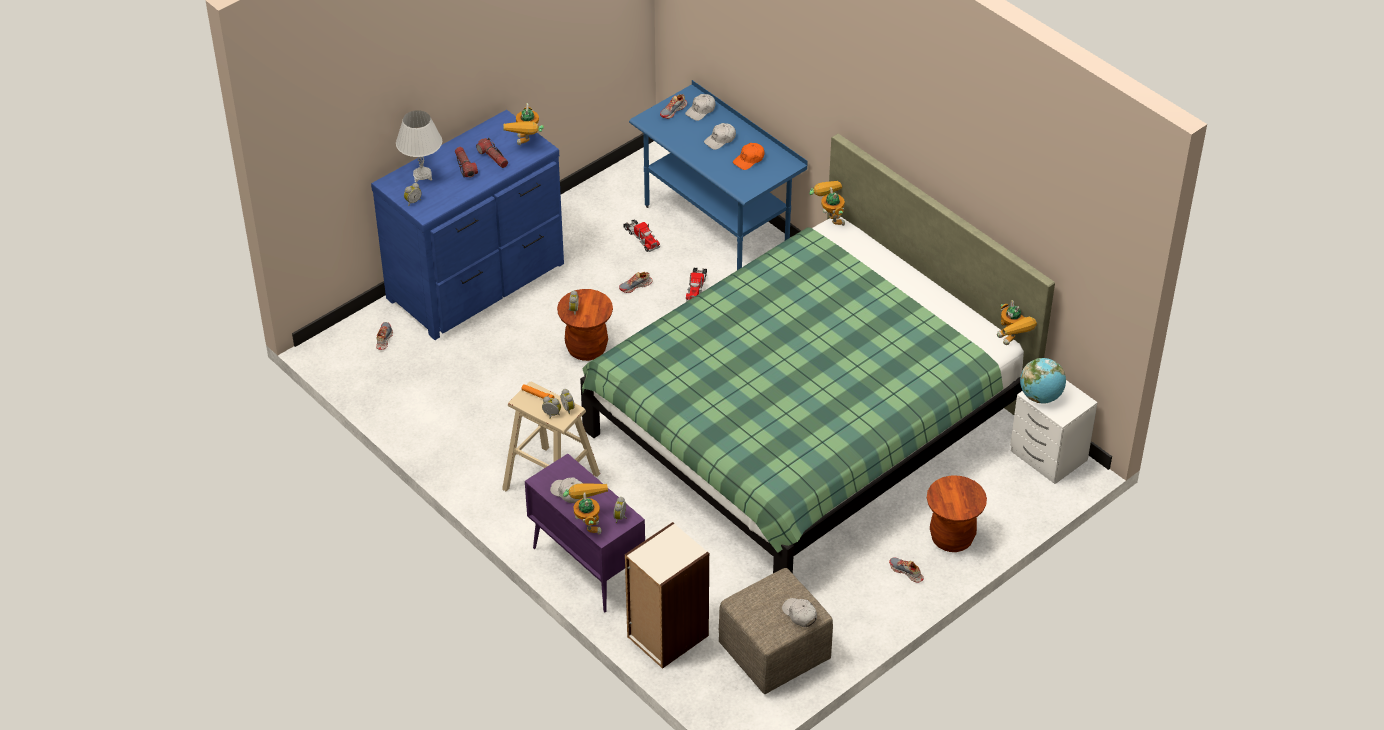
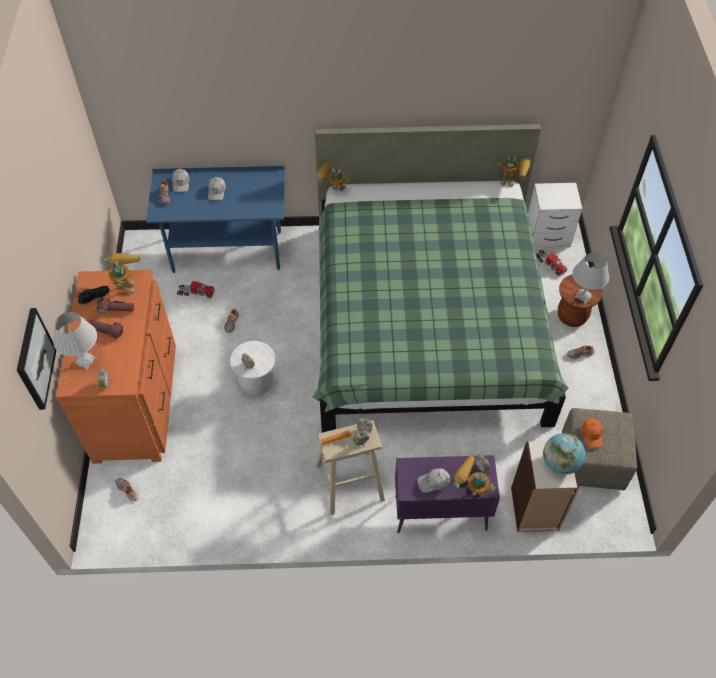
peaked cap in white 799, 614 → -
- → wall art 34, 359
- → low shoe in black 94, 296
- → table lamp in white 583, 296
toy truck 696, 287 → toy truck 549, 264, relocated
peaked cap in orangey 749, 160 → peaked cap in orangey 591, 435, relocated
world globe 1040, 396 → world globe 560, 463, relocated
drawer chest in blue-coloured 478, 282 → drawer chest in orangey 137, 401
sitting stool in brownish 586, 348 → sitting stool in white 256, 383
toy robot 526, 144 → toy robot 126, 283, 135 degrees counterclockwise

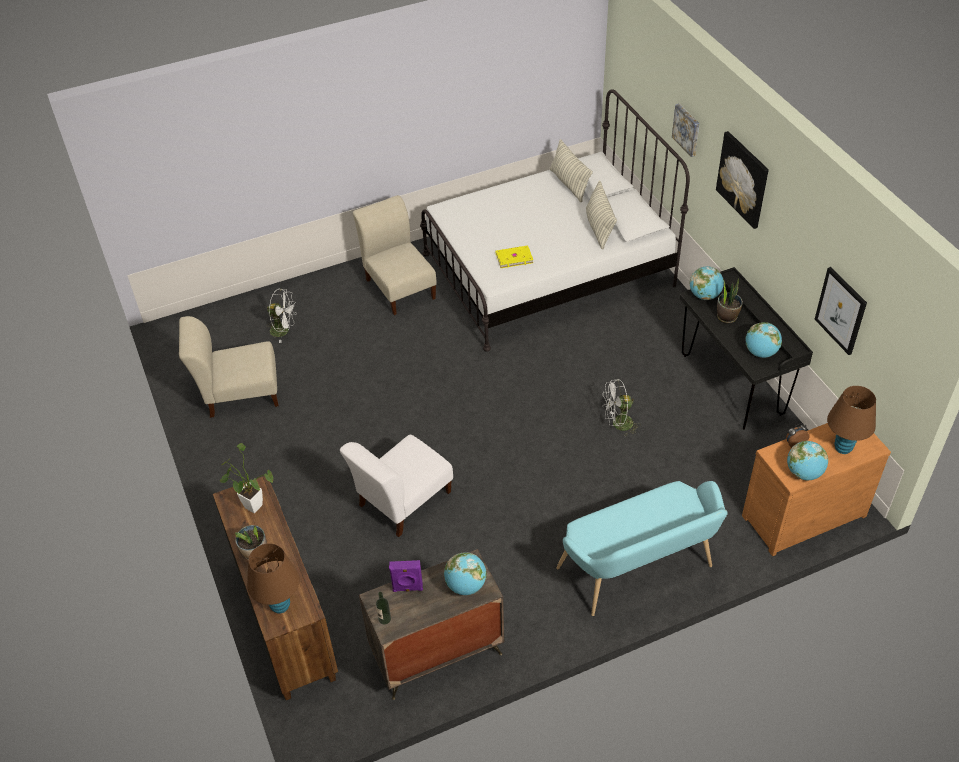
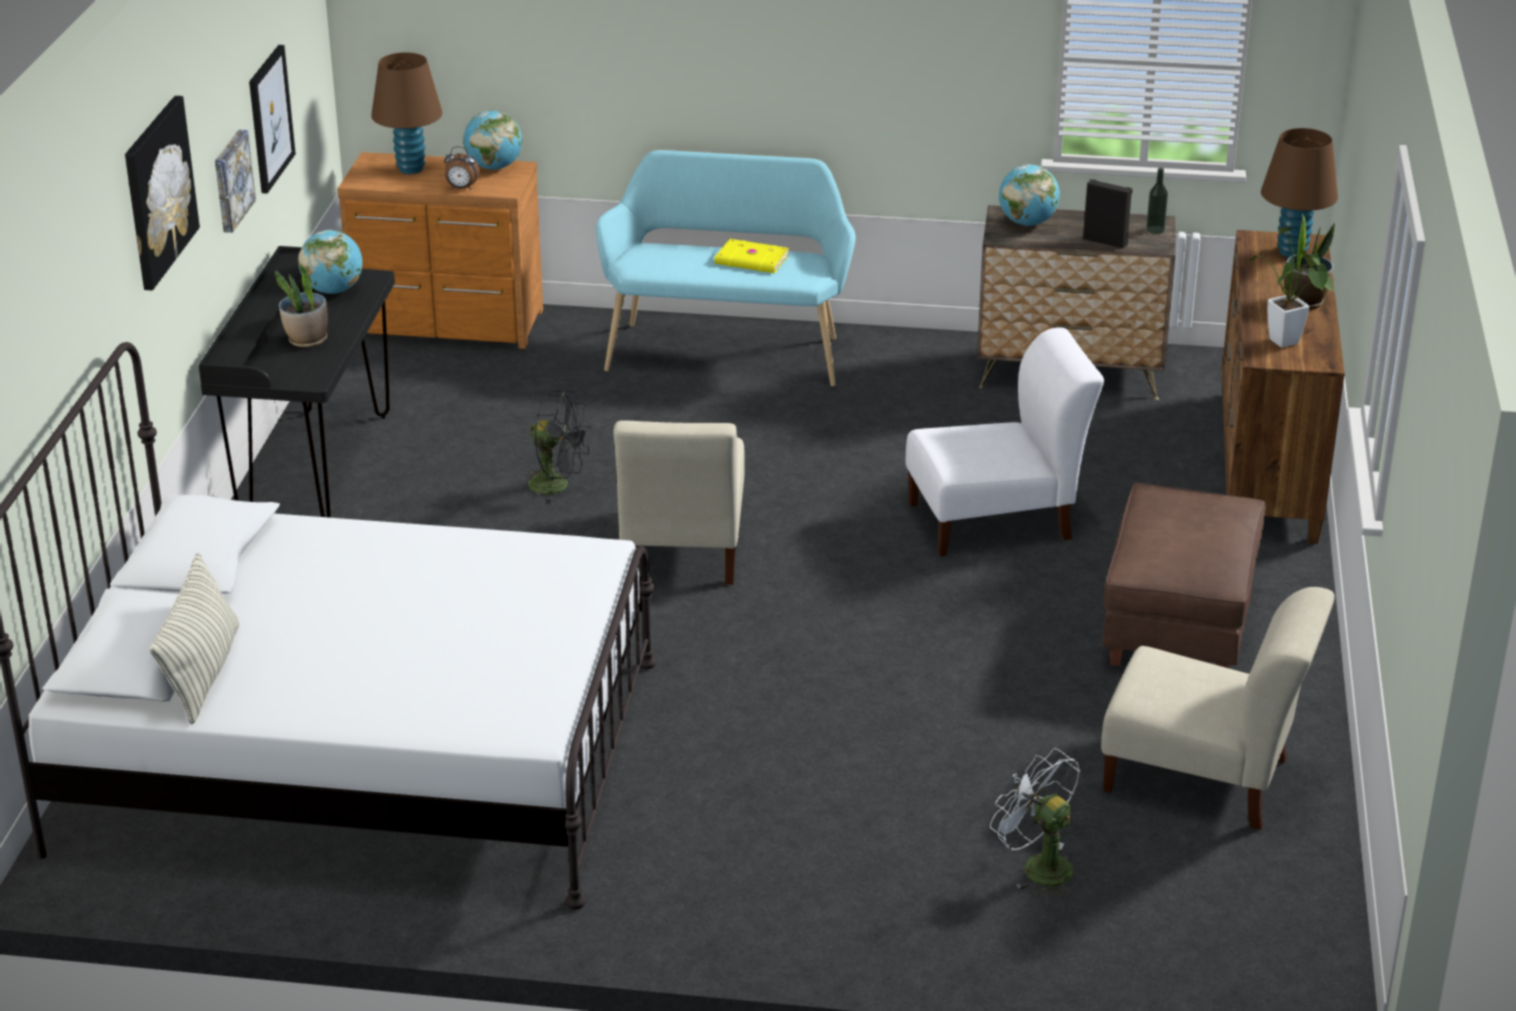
cushion 599, 228 → -
world globe 704, 295 → -
- → footrest in brownish 1178, 626
chair in sand-coloured 399, 287 → chair in sand-coloured 681, 550, relocated
volume in yellow 513, 258 → volume in yellow 751, 260, relocated
wall art 687, 129 → wall art 231, 180, relocated
loudspeaker in purple 407, 588 → loudspeaker in black 1105, 241
cooling fan in white 618, 425 → cooling fan in black 557, 486

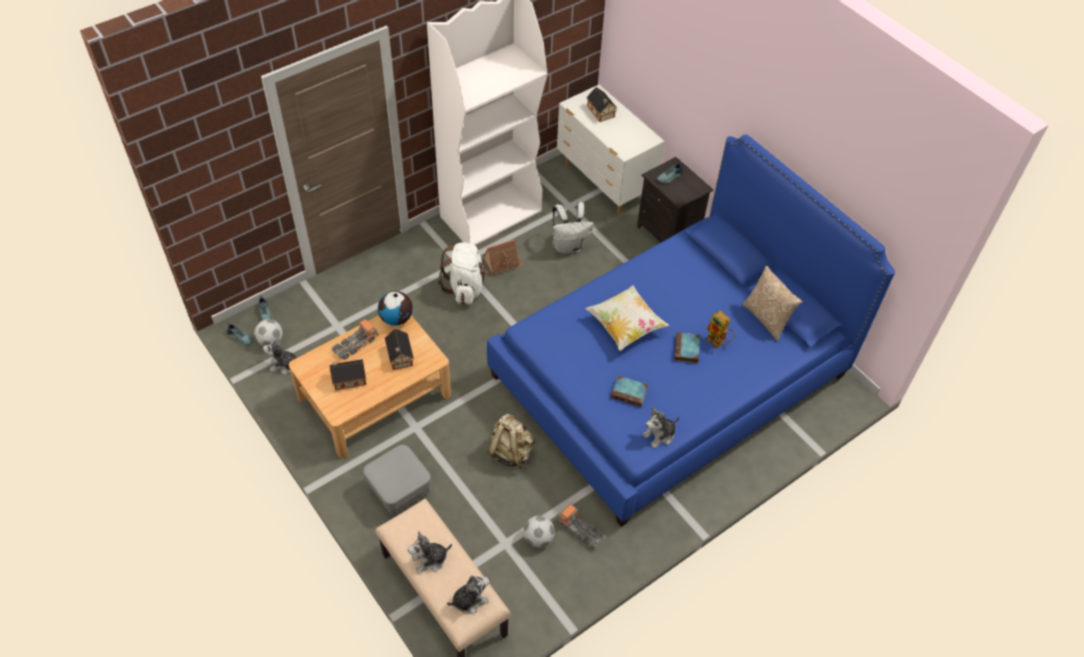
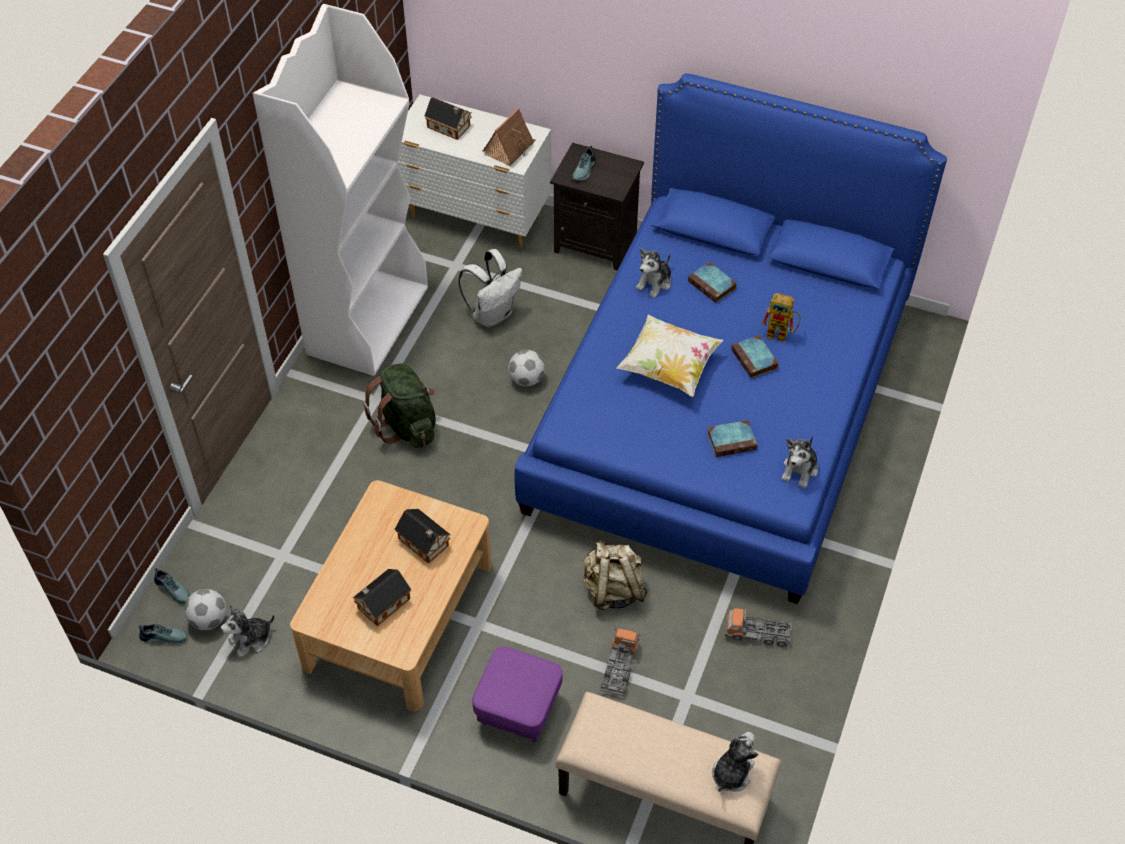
world globe 397, 319 → -
cushion 767, 319 → -
- → volume 713, 285
toy truck 355, 344 → toy truck 620, 667, relocated
cuddly toy 430, 559 → cuddly toy 654, 283, relocated
miniature house 503, 262 → miniature house 510, 148, relocated
ball for football 538, 538 → ball for football 526, 379, relocated
footrest in greyish 399, 490 → footrest in purple 518, 708
rucksack in white 465, 287 → rucksack in green-coloured 407, 425

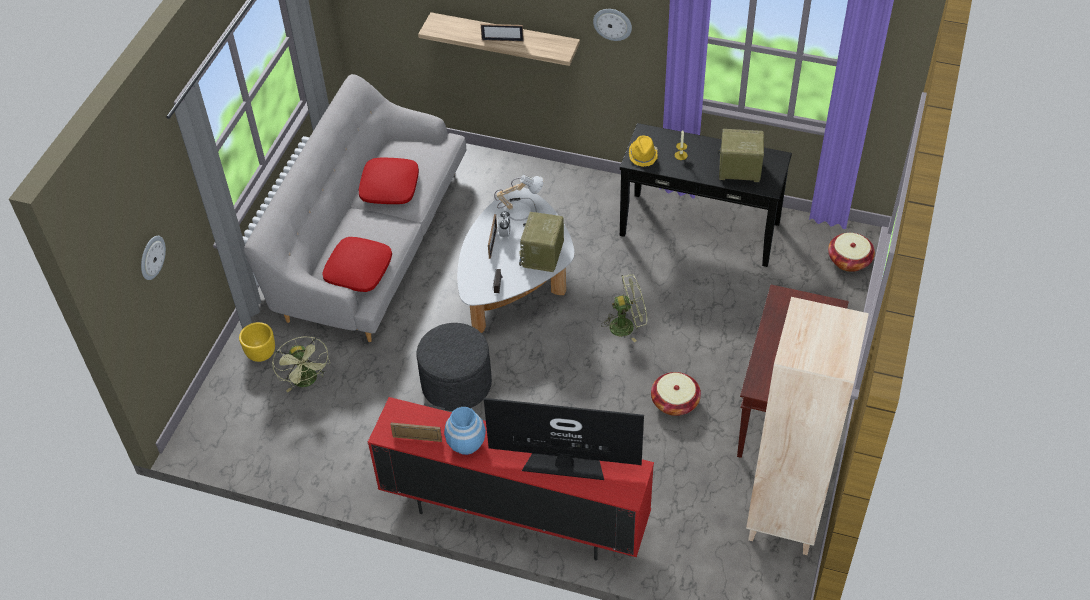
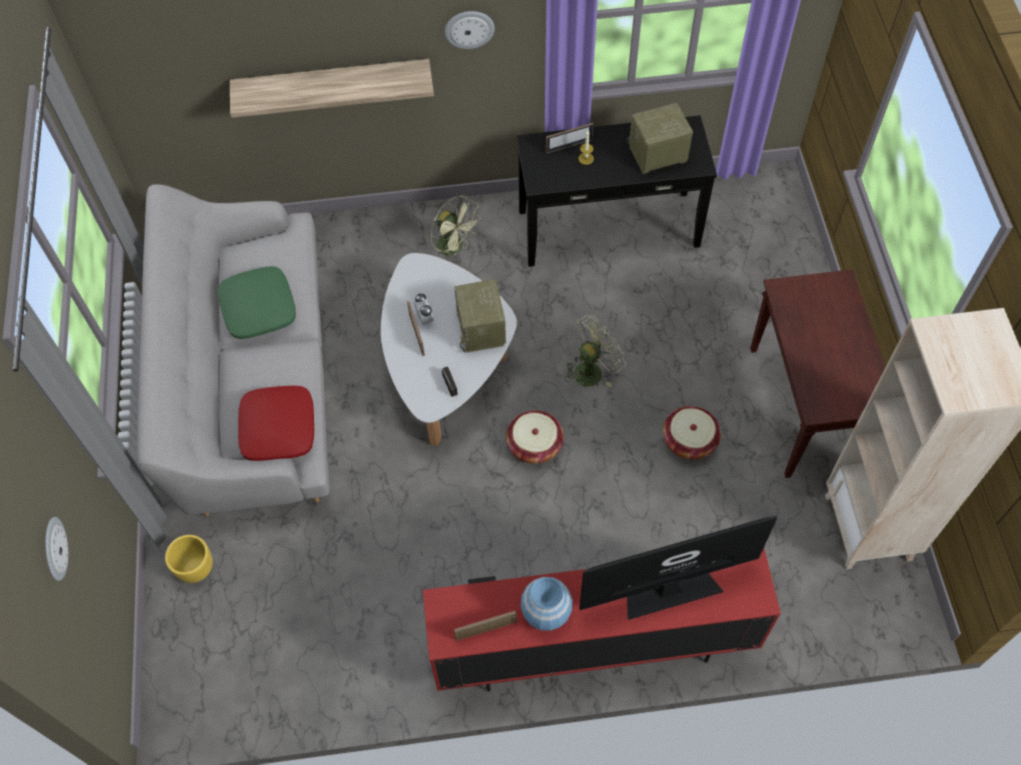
footrest in greyish 456, 384 → -
table lamp 520, 210 → -
wearable hat in yellow 643, 155 → -
cooling fan in green-coloured 307, 381 → cooling fan in green-coloured 455, 247, relocated
standing frame 502, 40 → standing frame 569, 146, relocated
basket 849, 260 → basket 534, 444, relocated
cushion in red 389, 187 → cushion in green-coloured 258, 308

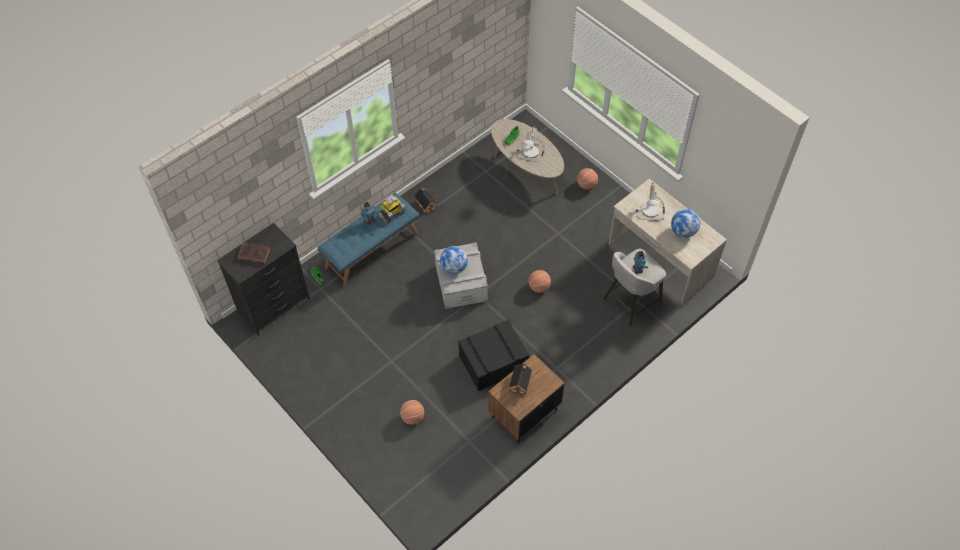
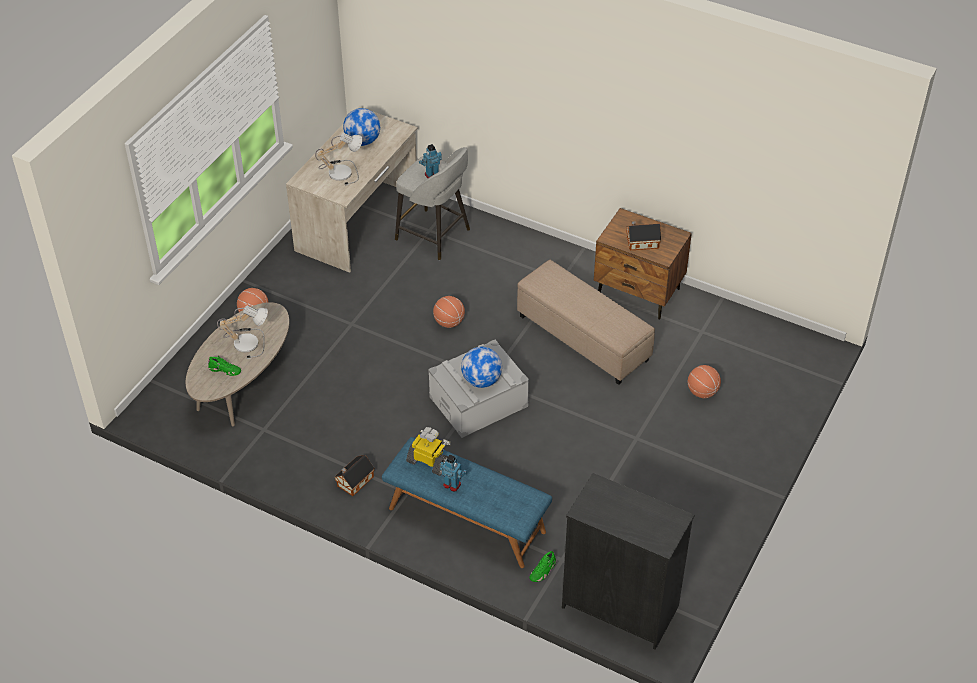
volume in brownish 253, 254 → -
storage box in black 493, 362 → footrest in sand-coloured 584, 337

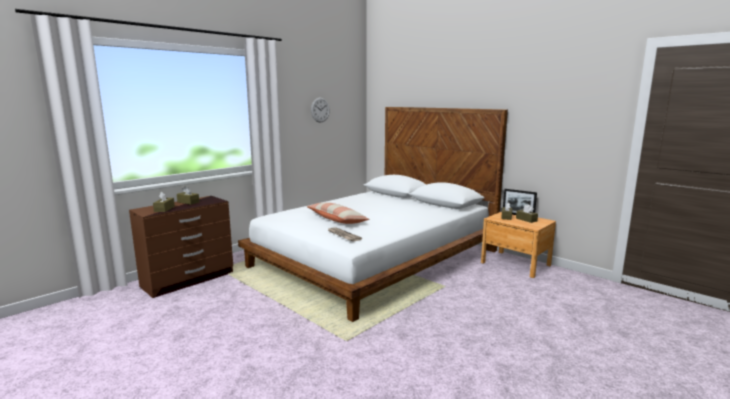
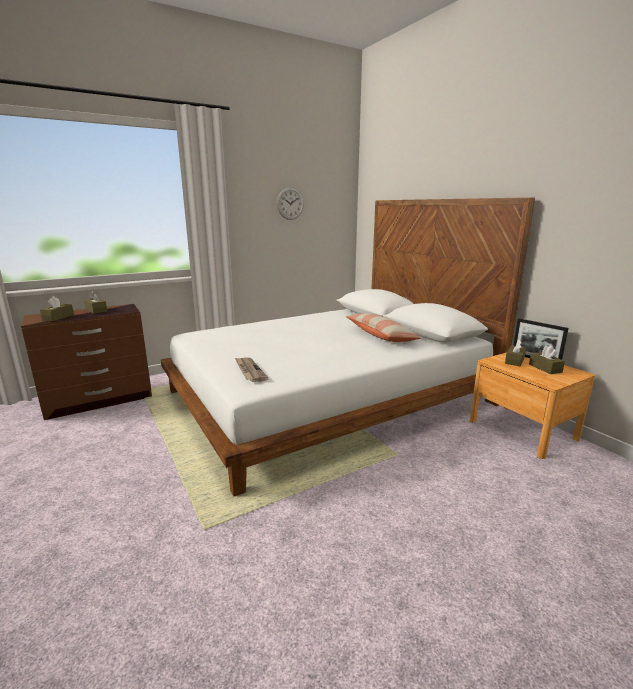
cushion 337, 220 → cushion 380, 336, relocated

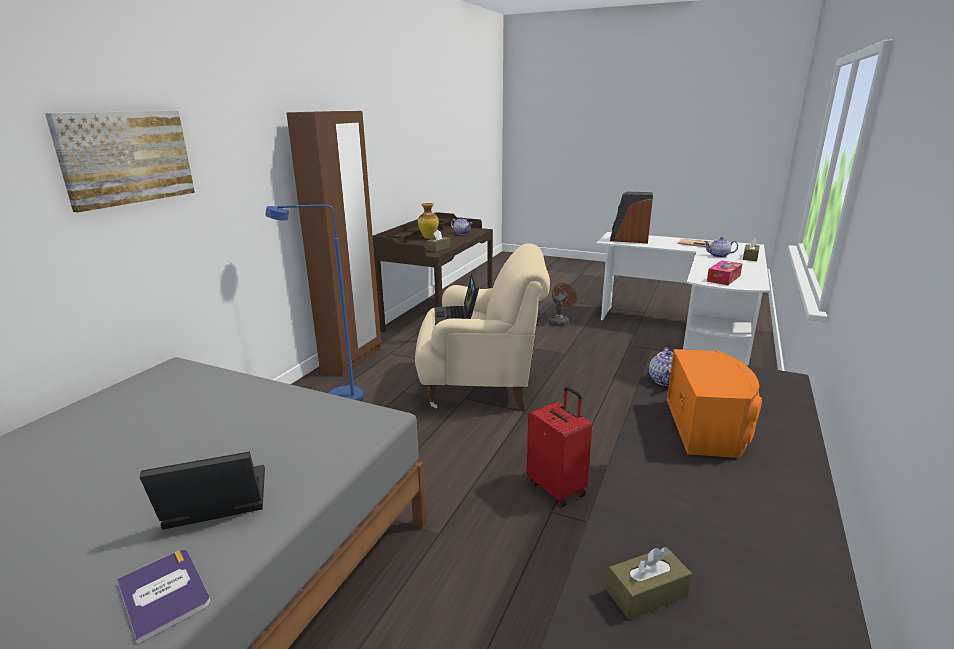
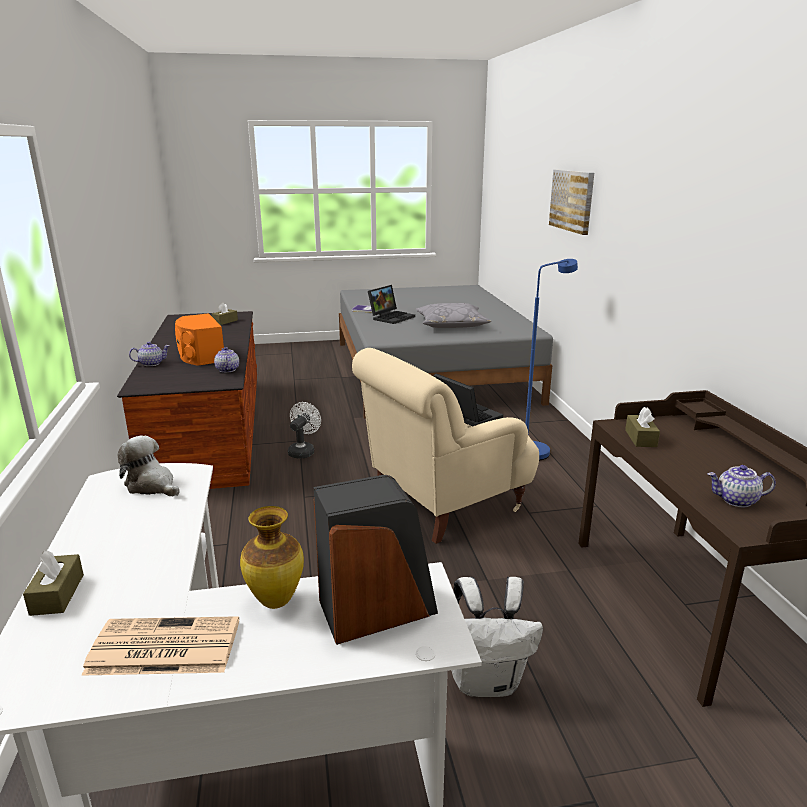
clothes cupboard in brownish 352, 359 → -
- → cushion in greyish 451, 324
decorative vase 428, 238 → decorative vase 277, 601, relocated
teapot 718, 256 → teapot 151, 363, relocated
suitcase in red 557, 488 → cooling fan in white 303, 451
cooling fan in brownish 560, 321 → rucksack in white 487, 681
box of tissues 723, 278 → cuddly toy 152, 485

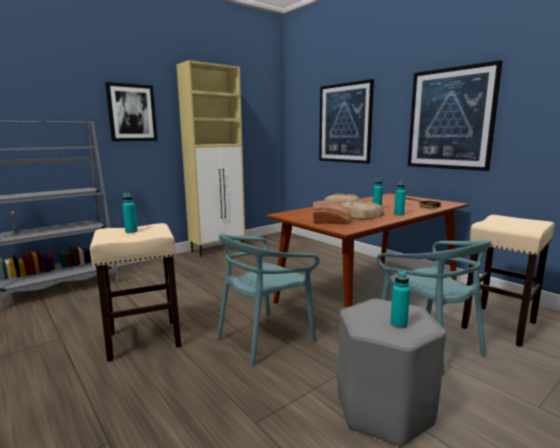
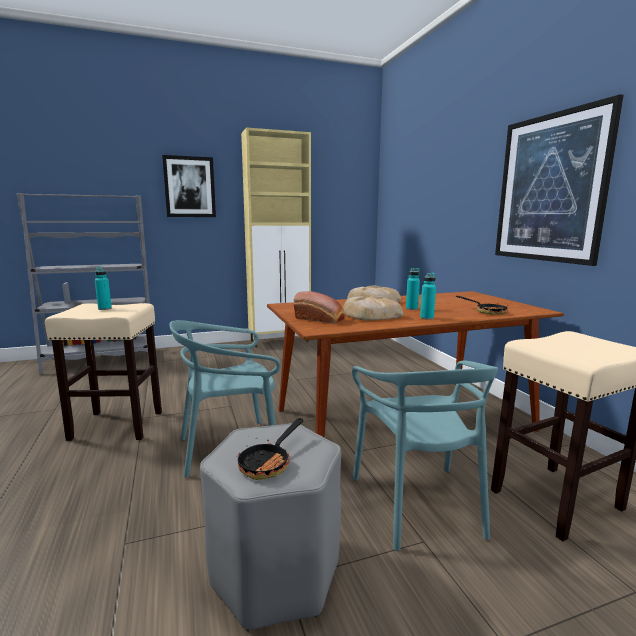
wall art 344, 123 → -
bottle in turquoise-coloured 398, 324 → pan 269, 463

